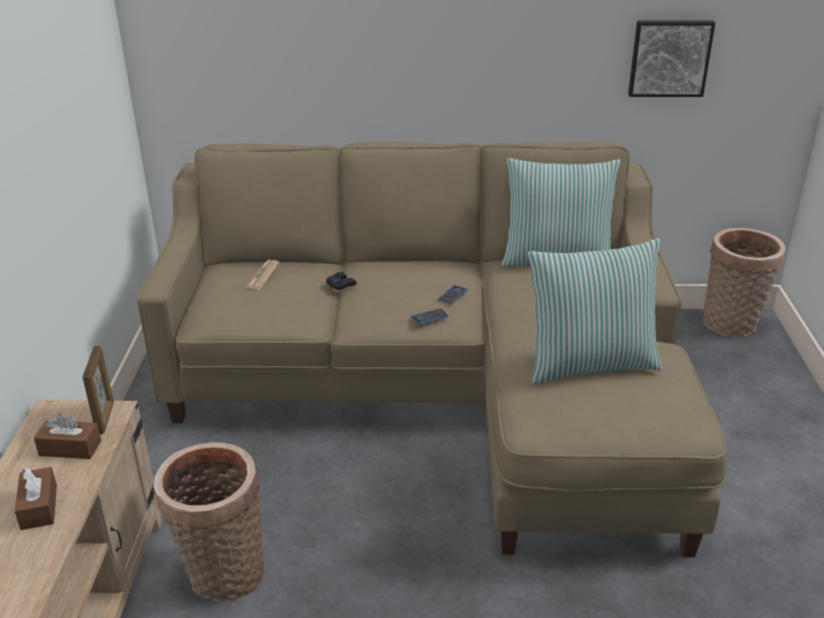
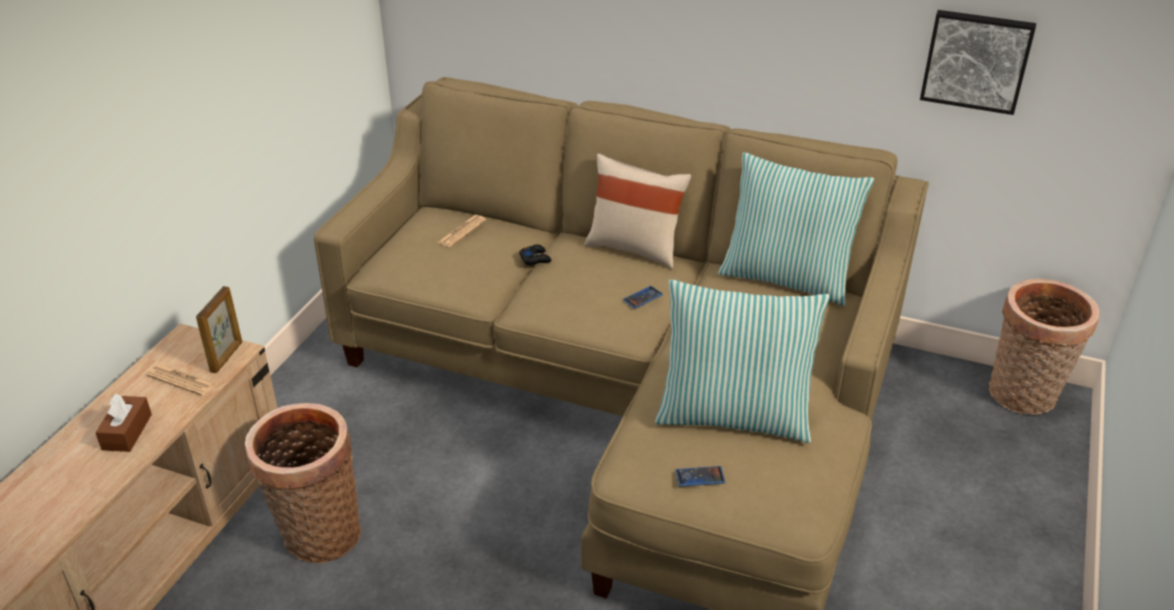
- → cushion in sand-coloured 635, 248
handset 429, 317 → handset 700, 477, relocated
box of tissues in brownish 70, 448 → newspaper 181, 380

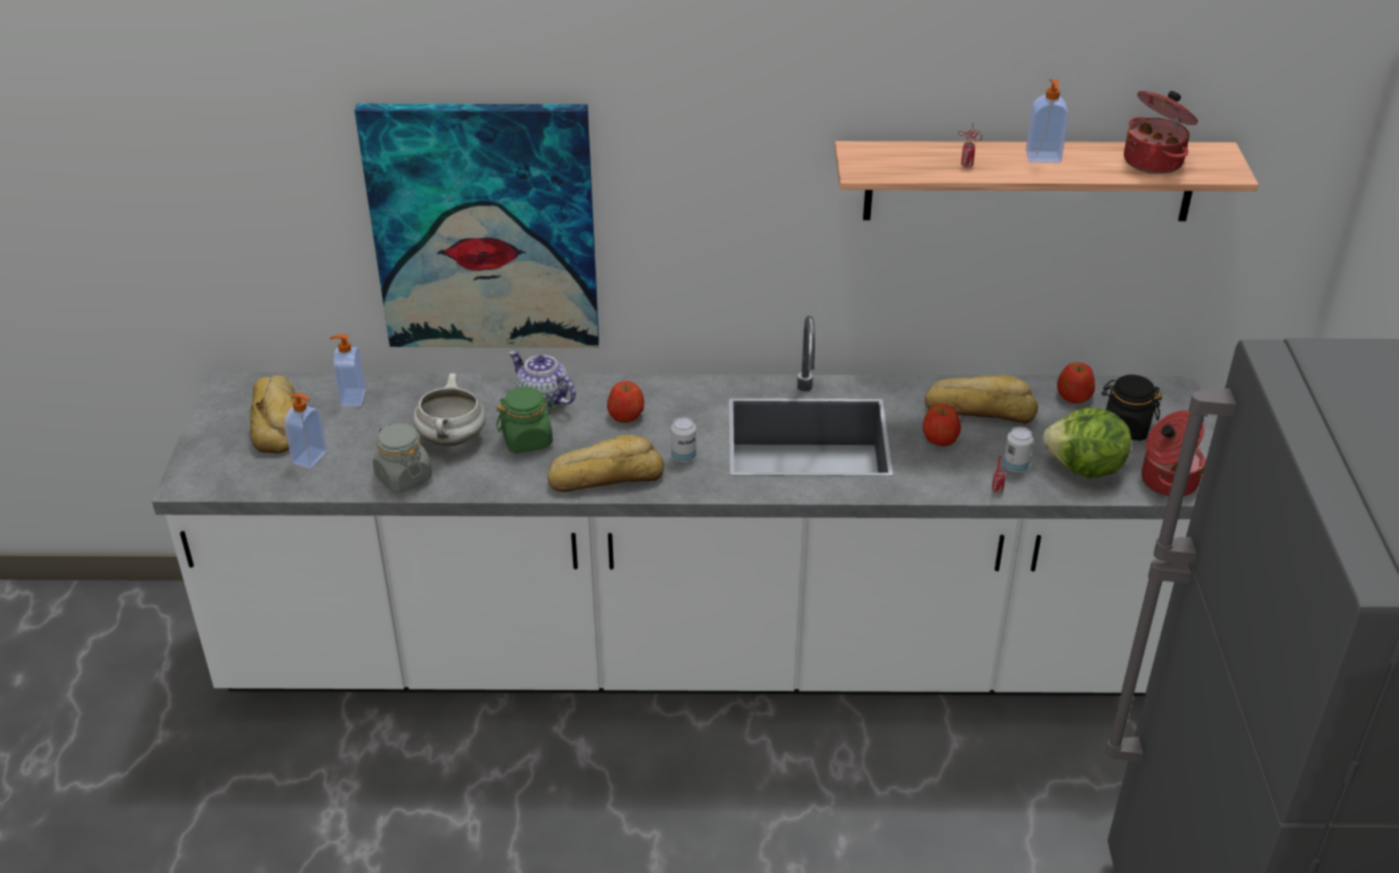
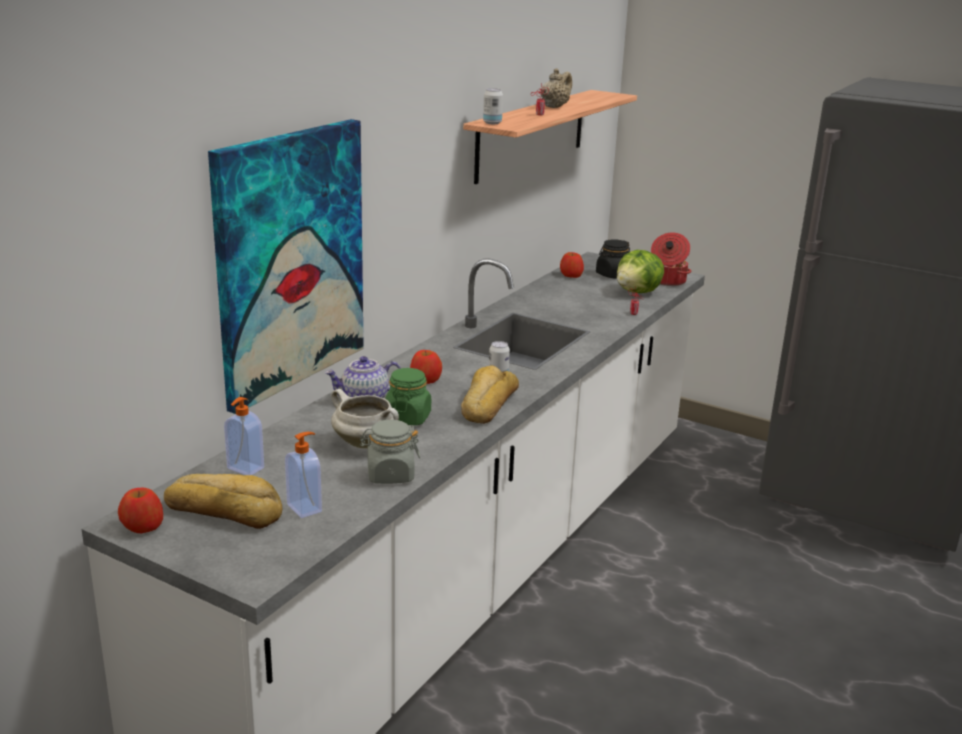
baked bread 980, 408 → -
cooking pot 1154, 161 → -
apple 940, 438 → apple 142, 526, relocated
sealed can 1015, 467 → sealed can 492, 123, relocated
soap bottle 1043, 158 → teapot in sand-coloured 555, 106

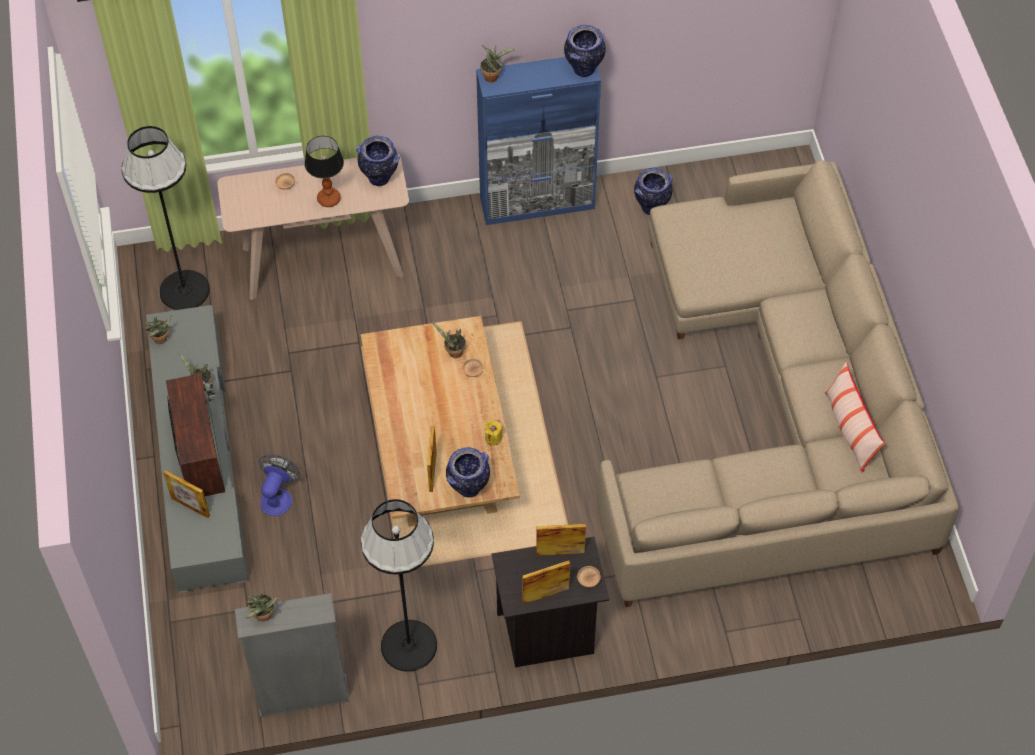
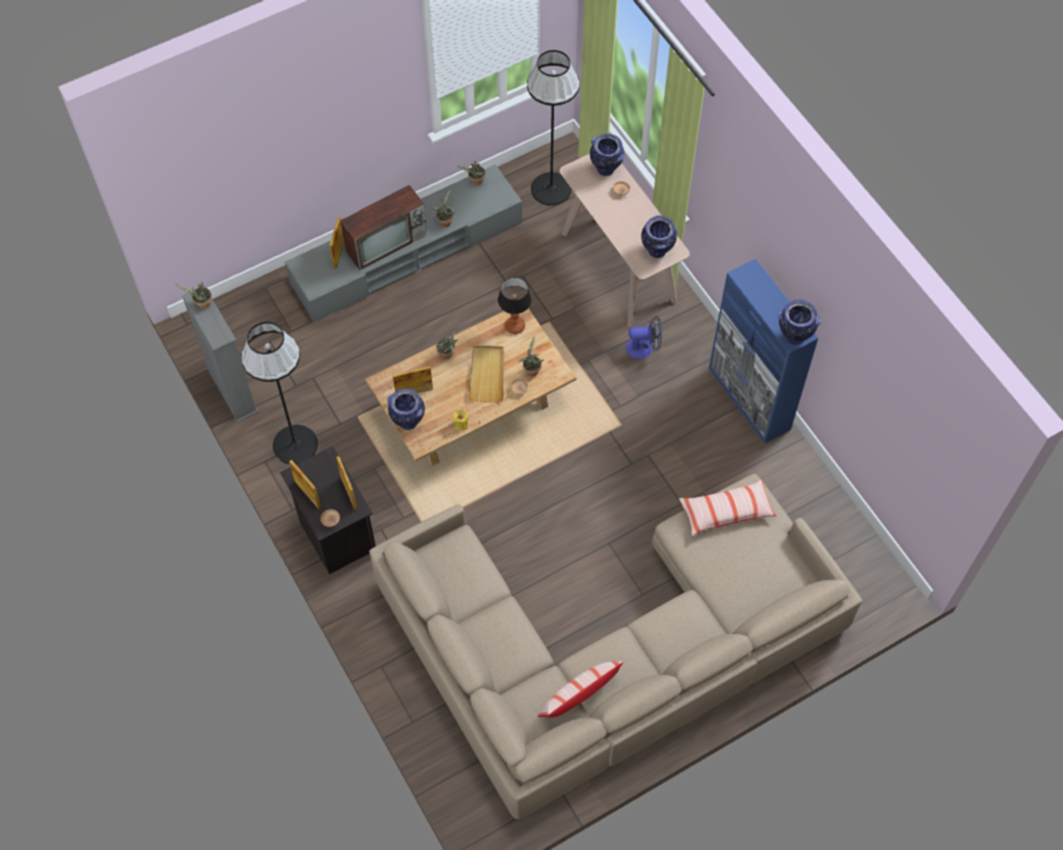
- → carrying tray in sand-coloured 487, 375
- → cushion 726, 511
cooling fan 278, 496 → cooling fan 644, 348, relocated
table lamp 328, 199 → table lamp 514, 326, relocated
potted plant 493, 76 → potted plant 447, 355, relocated
decorative vase 651, 207 → decorative vase 606, 169, relocated

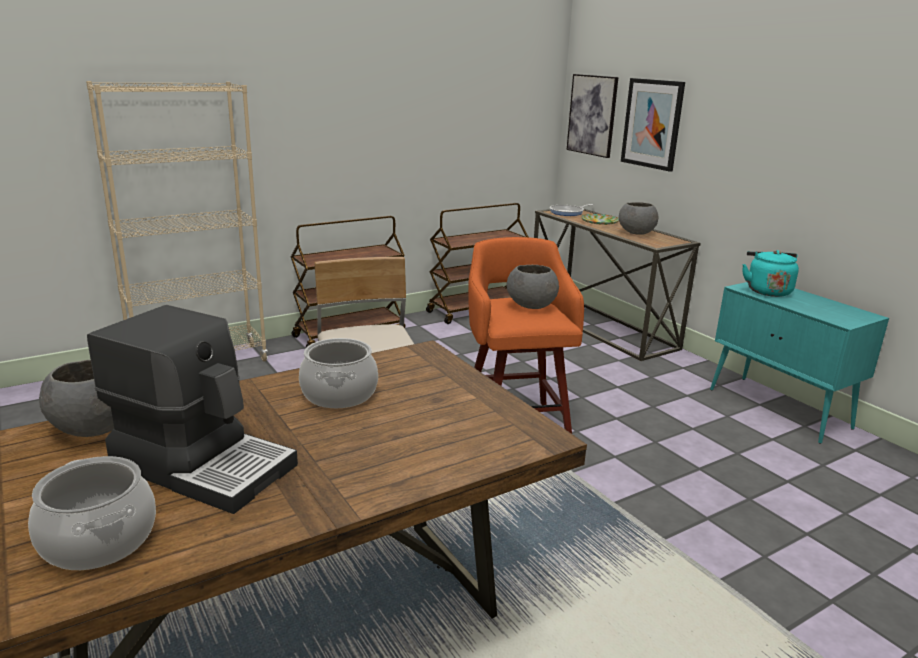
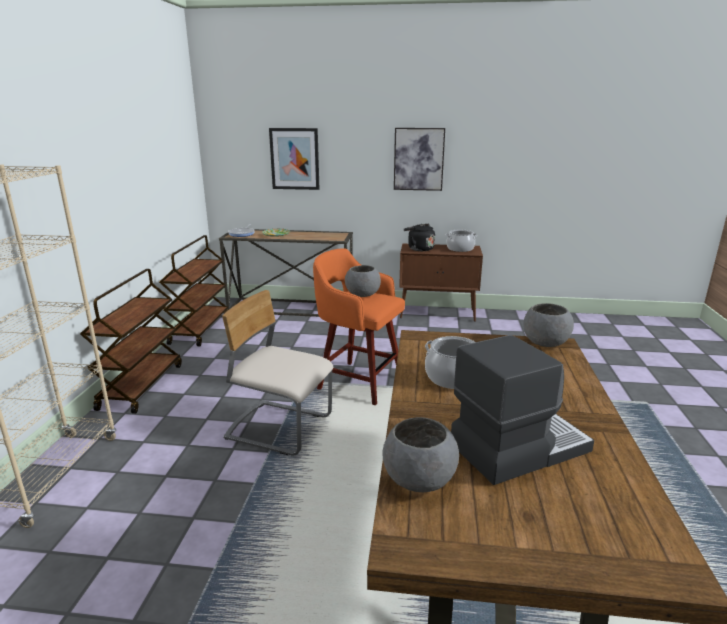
cooking pot 100, 540 → cooking pot 460, 249, relocated
wall art 592, 115 → wall art 418, 159, relocated
deep dish in greyish 636, 233 → deep dish in greyish 545, 344, relocated
storage cabinet in turquoise-coloured 779, 409 → storage cabinet in brownish 438, 313
kettle in turquoise-coloured 767, 291 → kettle in black 419, 249

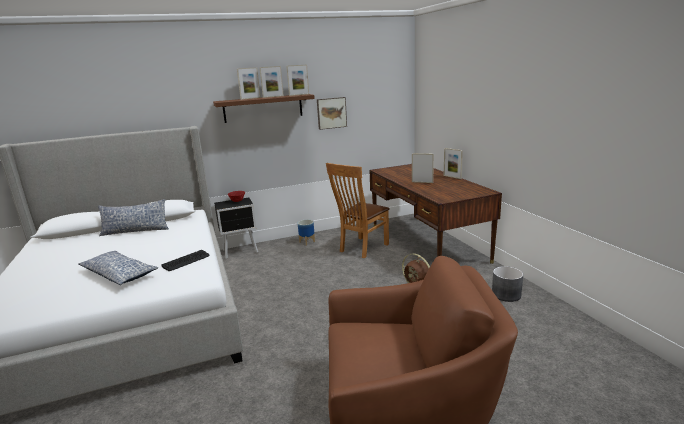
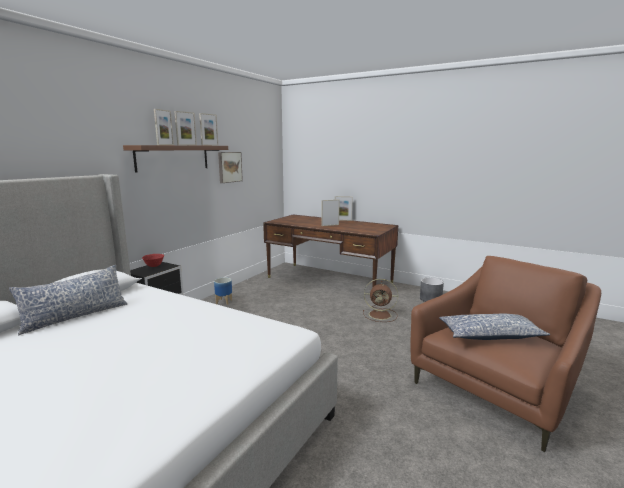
computer keyboard 186, 261 → -
chair in brownish 361, 248 → -
cushion 119, 274 → cushion 489, 335, relocated

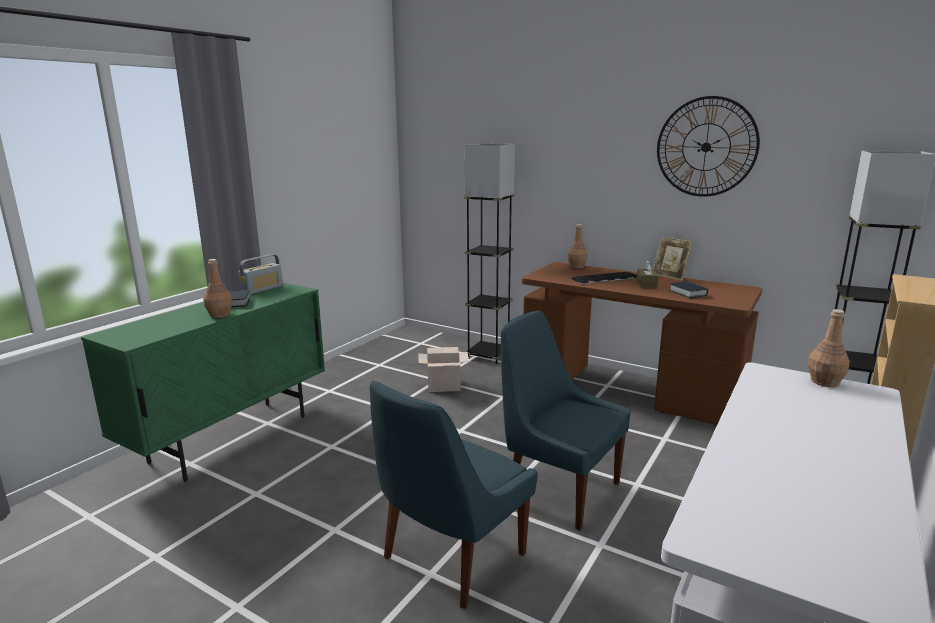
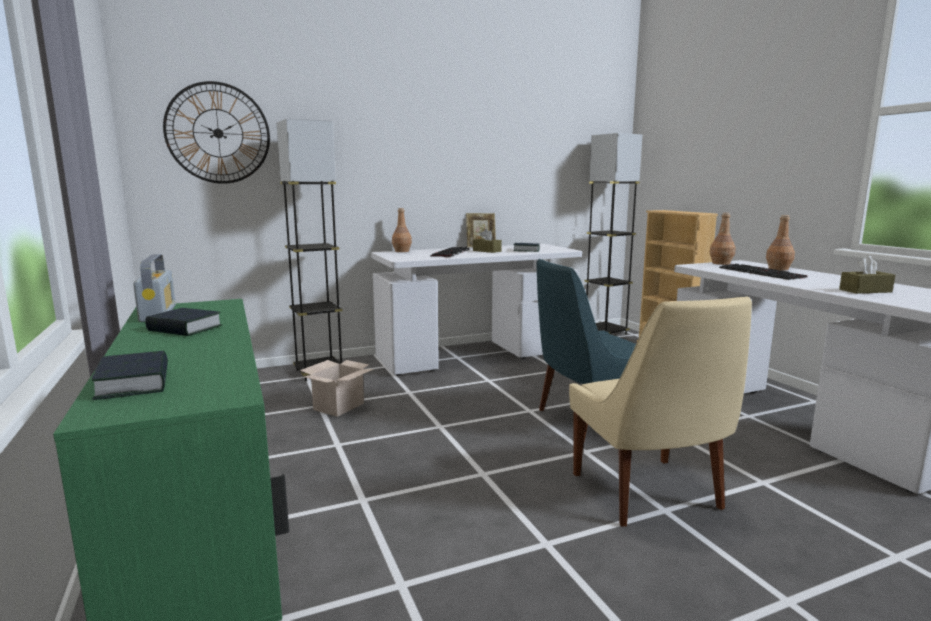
- → volume 134, 383
- → computer keyboard 762, 272
- → box of tissues in brownish 865, 291
bottle in brownish 219, 315 → bottle in brownish 778, 269, relocated
hanging clock 706, 147 → hanging clock 218, 133, relocated
chair in blue-coloured 450, 558 → chair in sand-coloured 648, 494
desk in brownish 628, 390 → desk in white 476, 355

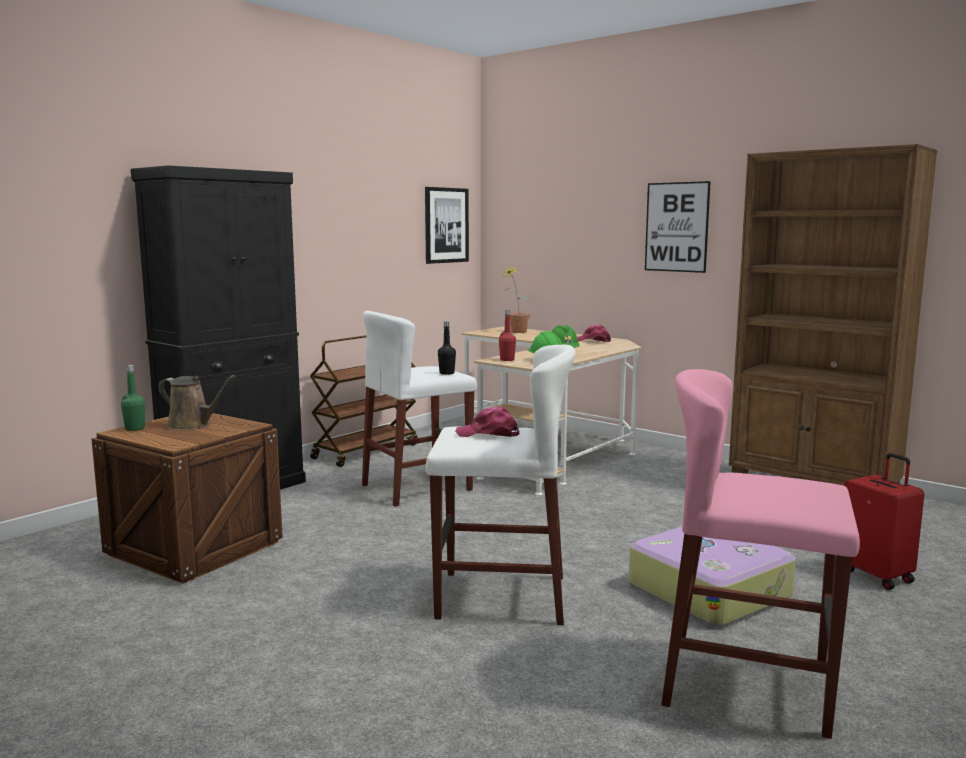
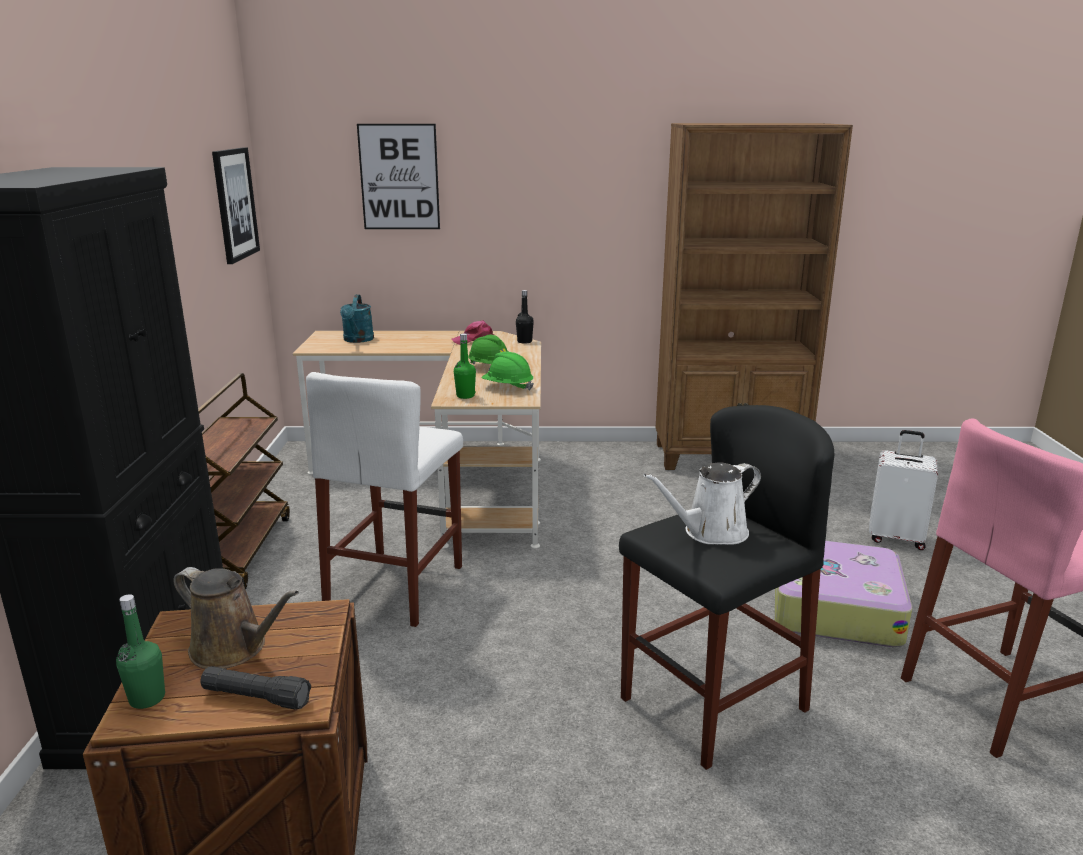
- → hand torch in black 256, 698
bottle in black 447, 373 → bottle in black 524, 341, relocated
wall art 676, 227 → wall art 399, 177, relocated
peaked cap in pinkish 488, 434 → sprinkling can in white 710, 533
potted plant 515, 332 → sprinkling can in turquoise-coloured 357, 340
sitting stool in white 501, 597 → sitting stool in black 713, 704
bottle in red 507, 360 → bottle in green-coloured 465, 396
suitcase in red 877, 575 → suitcase in white 896, 538
sprinkling can in brownish 193, 425 → sprinkling can in brownish 233, 649, 45 degrees clockwise

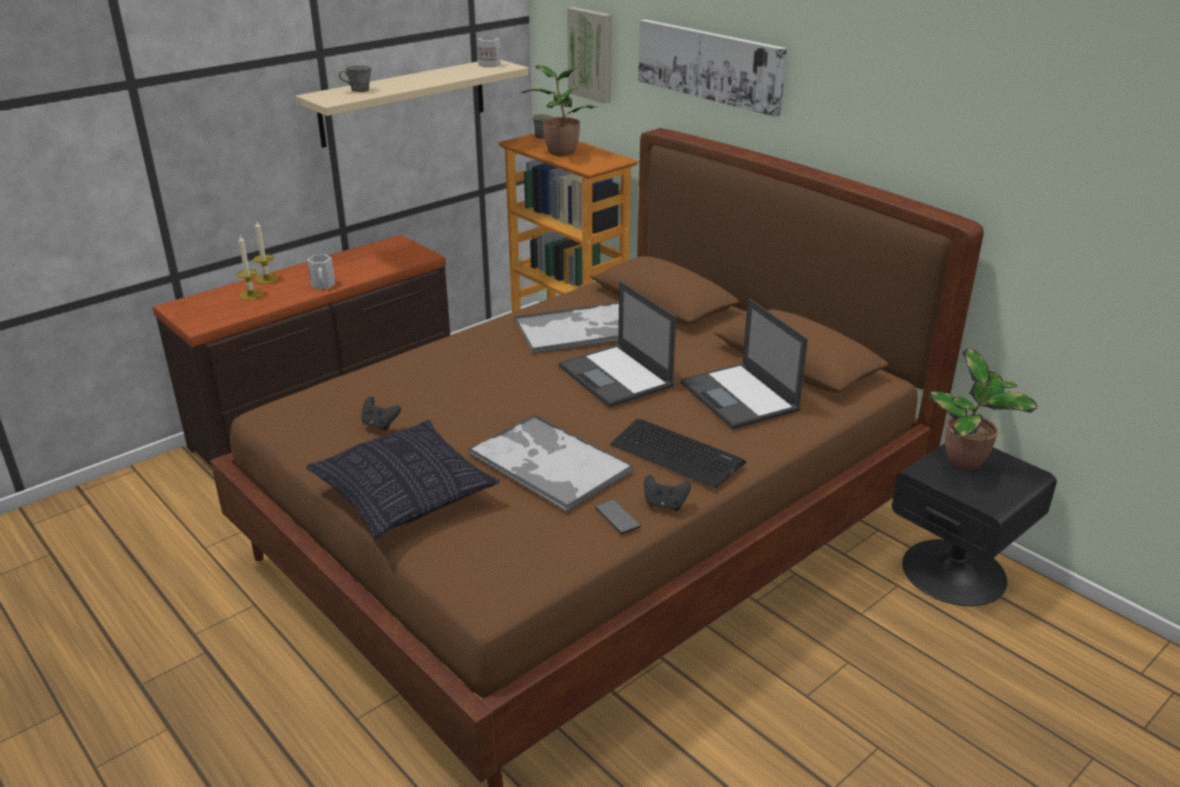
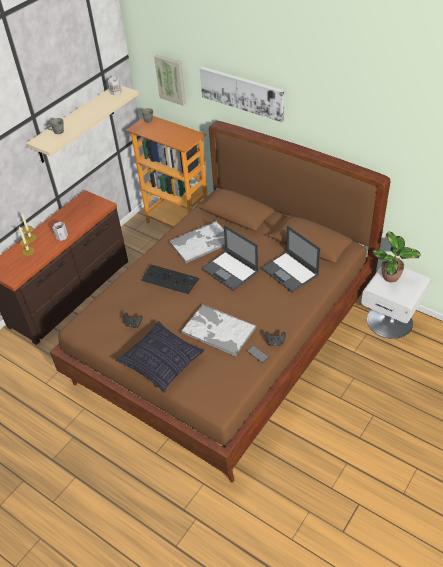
potted plant 560, 151 → -
computer keyboard 676, 454 → computer keyboard 170, 279, relocated
night table in black 955, 571 → night table in white 390, 320

